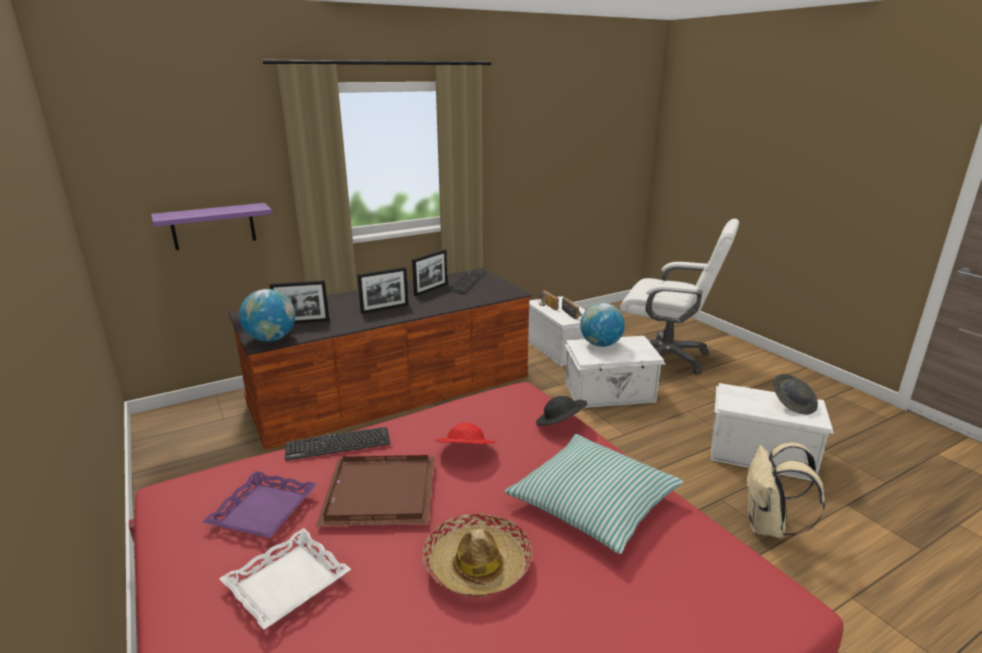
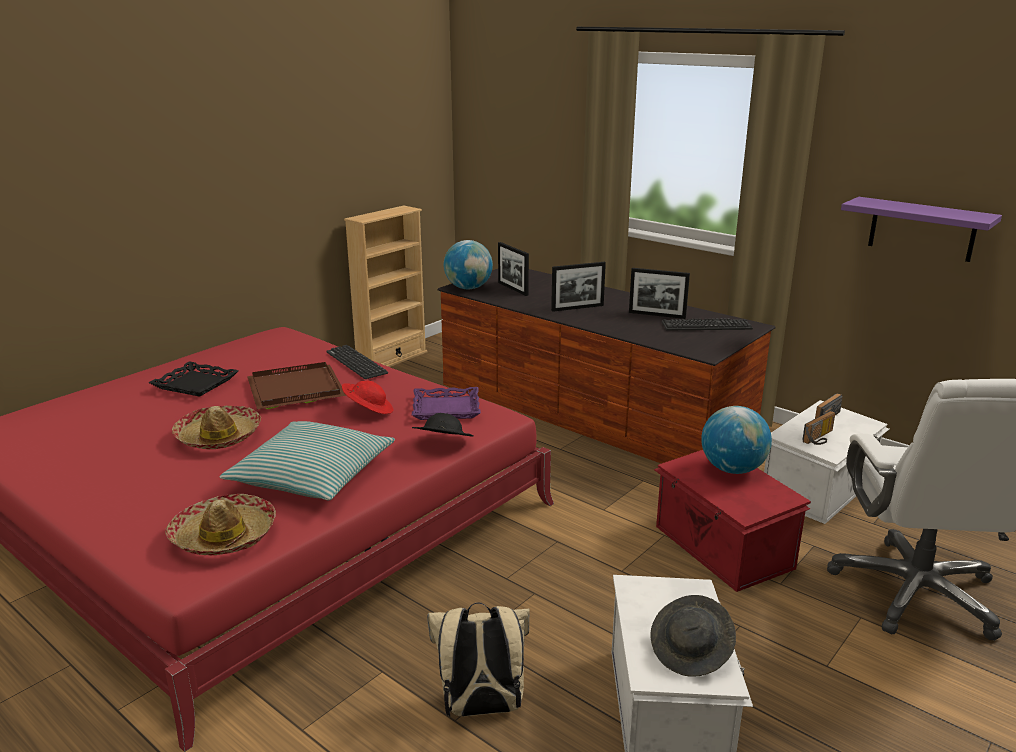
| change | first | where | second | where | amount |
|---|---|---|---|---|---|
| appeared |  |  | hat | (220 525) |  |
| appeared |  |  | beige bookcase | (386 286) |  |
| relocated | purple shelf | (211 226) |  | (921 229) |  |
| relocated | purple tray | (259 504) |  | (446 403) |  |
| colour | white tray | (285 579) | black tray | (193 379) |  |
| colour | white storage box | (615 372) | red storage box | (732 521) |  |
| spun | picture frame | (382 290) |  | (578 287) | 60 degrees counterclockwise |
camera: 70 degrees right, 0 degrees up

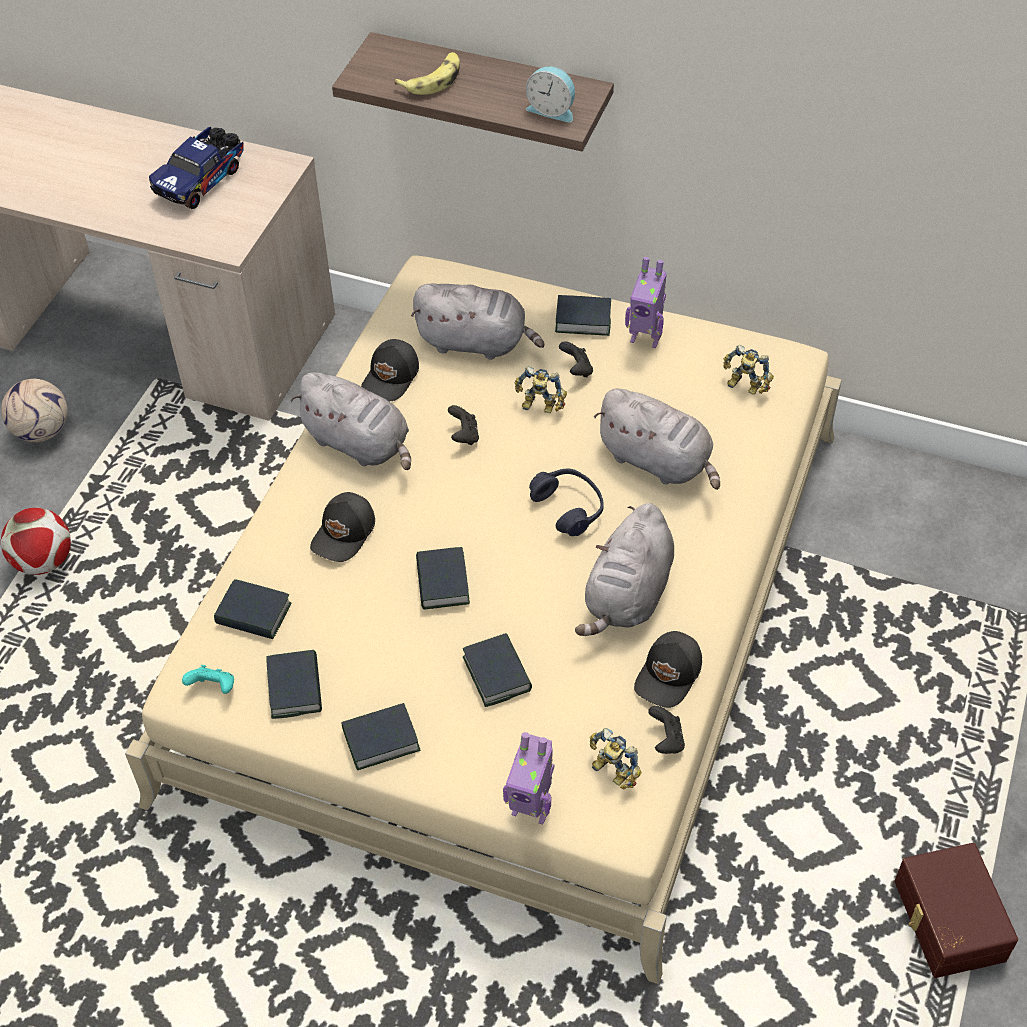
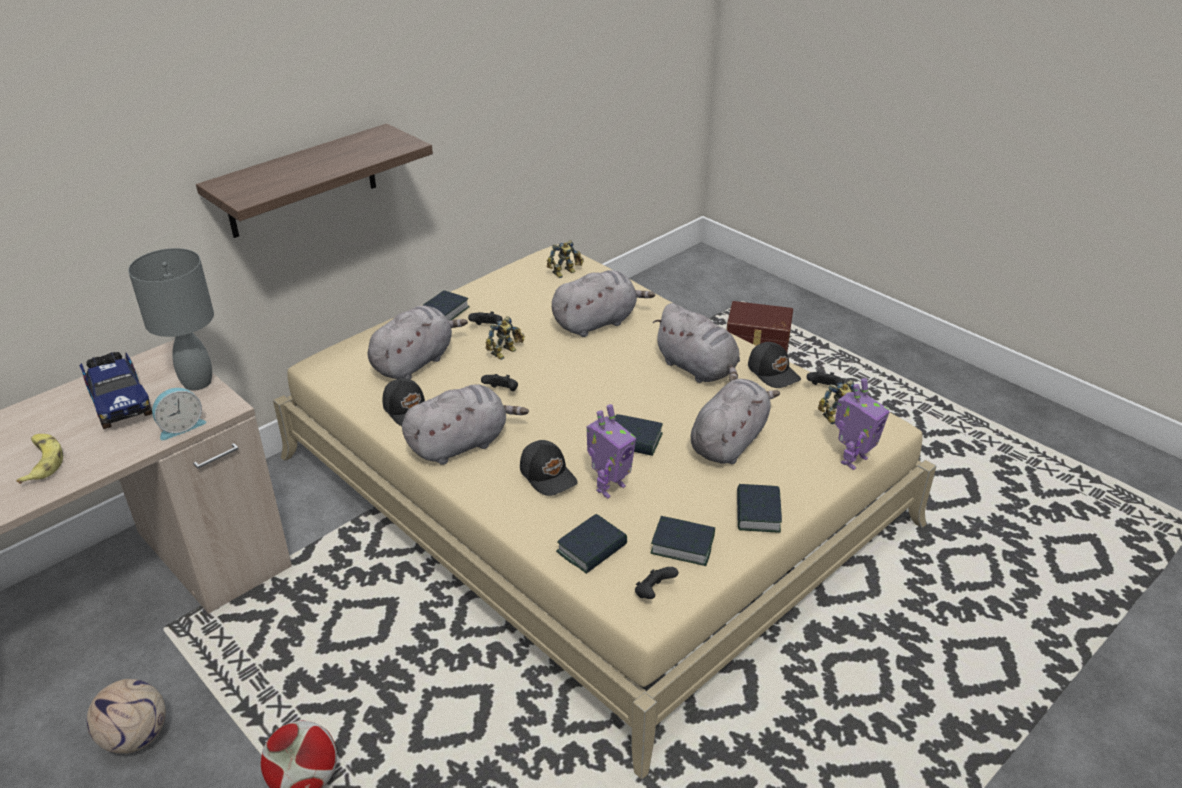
| change | first | where | second | where | amount |
|---|---|---|---|---|---|
| missing | blue headphones | (566 502) |  |  |  |
| appeared |  |  | grey table lamp | (171 319) |  |
| relocated | banana | (427 73) |  | (39 459) |  |
| relocated | alarm clock | (550 94) |  | (179 414) |  |
| relocated | toy robot | (645 302) |  | (611 451) |  |
| relocated | brown storage box | (956 910) |  | (760 326) |  |
| exchanged | book | (497 670) | grey plush toy | (735 421) |  |
| colour | turquoise game controller | (208 679) | black game controller | (656 583) |  |
camera: 65 degrees left, 15 degrees down

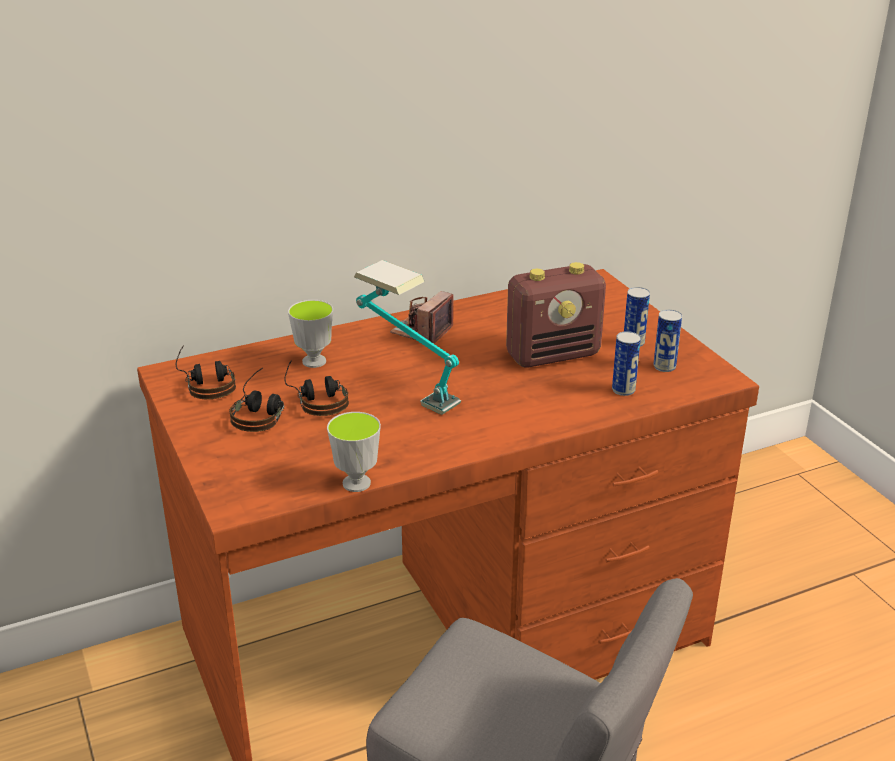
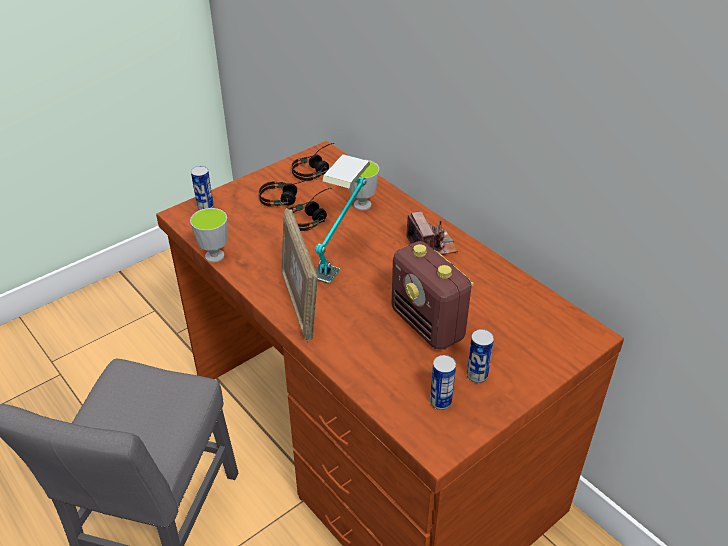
| change | first | where | second | where | amount |
|---|---|---|---|---|---|
| appeared |  |  | picture frame | (299 275) |  |
| relocated | can | (626 363) |  | (202 188) |  |
| spun | photo camera | (421 317) |  | (432 233) | 60 degrees clockwise |
camera: 75 degrees right, 10 degrees up

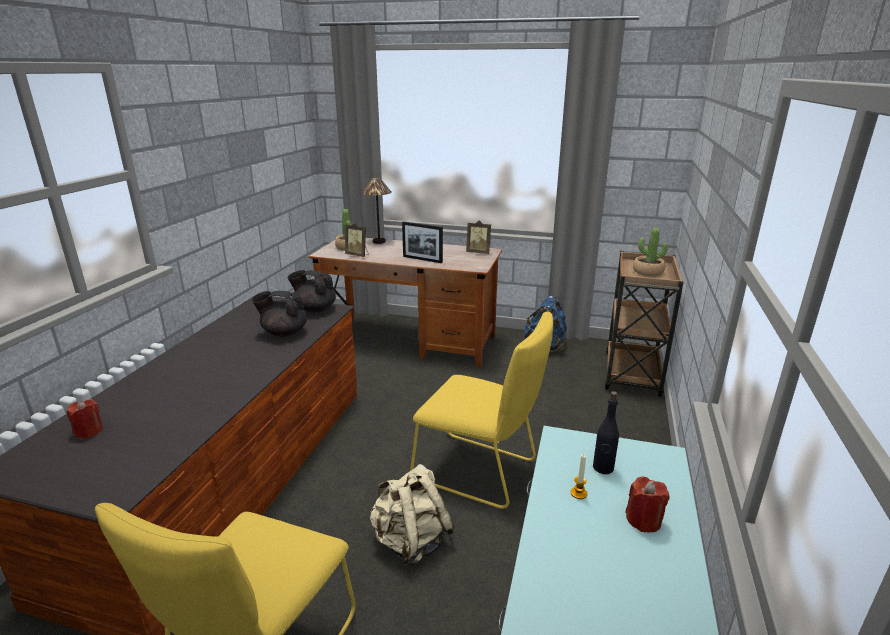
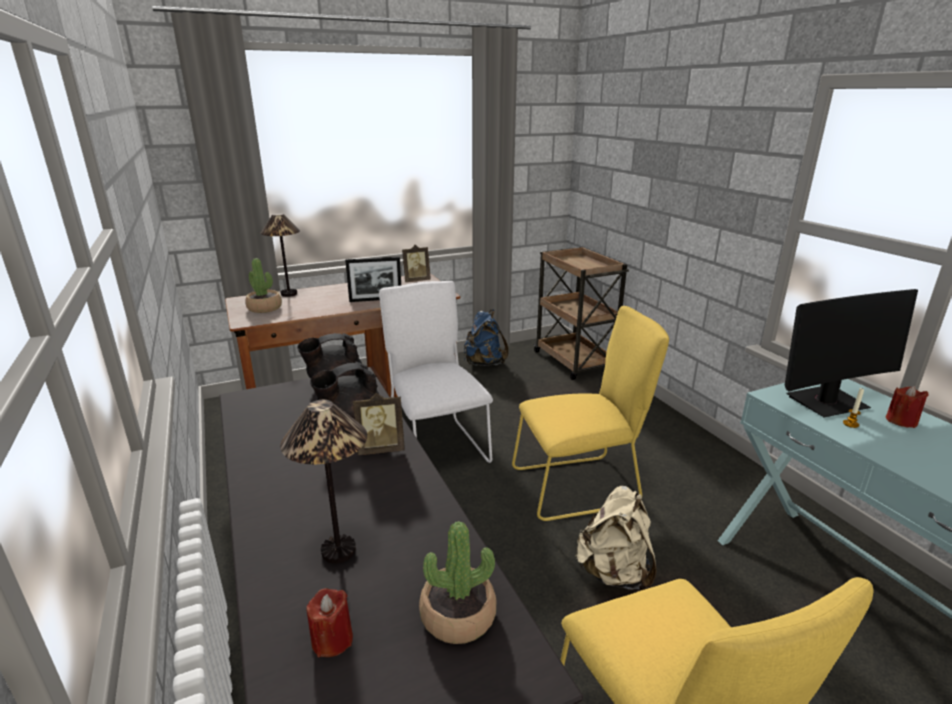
| change | first | where | second | where | amount |
|---|---|---|---|---|---|
| appeared |  |  | table lamp | (323 482) |  |
| appeared |  |  | white chair | (436 372) |  |
| relocated | picture frame | (357 240) |  | (379 424) |  |
| relocated | potted plant | (650 252) |  | (457 582) |  |
| exchanged | black bottle | (606 432) | monitor | (851 353) |  |
camera: 40 degrees left, 0 degrees up

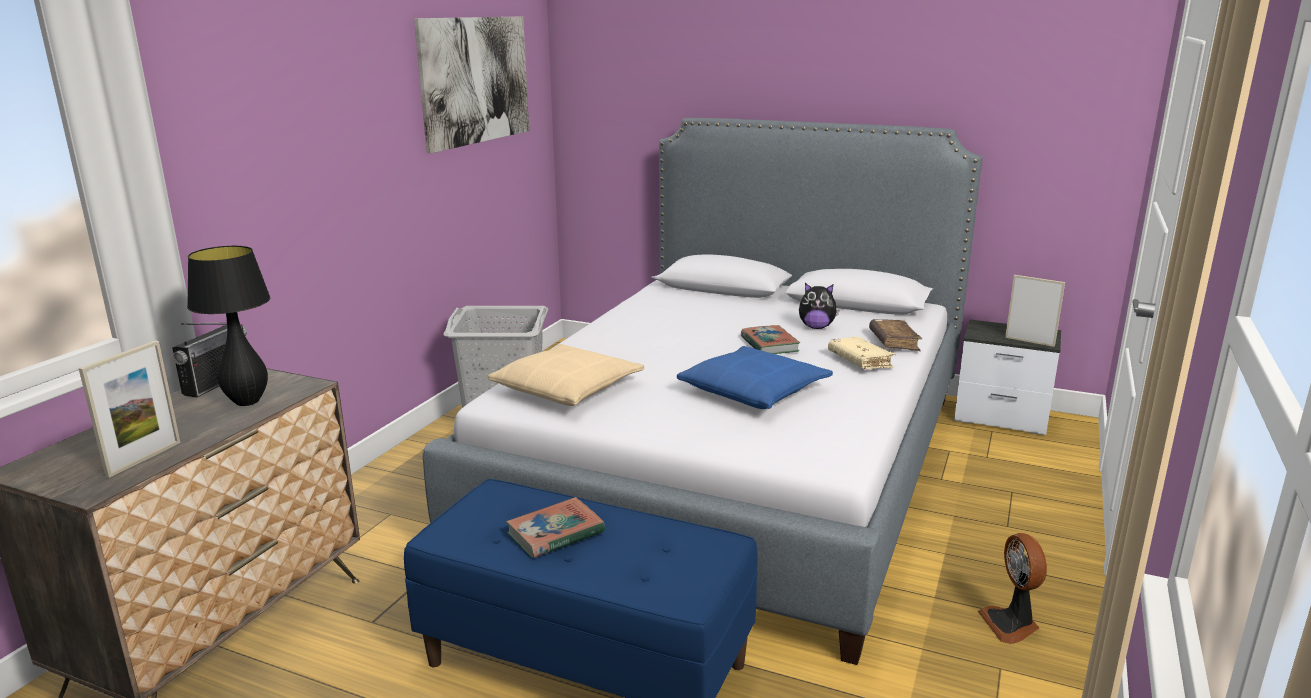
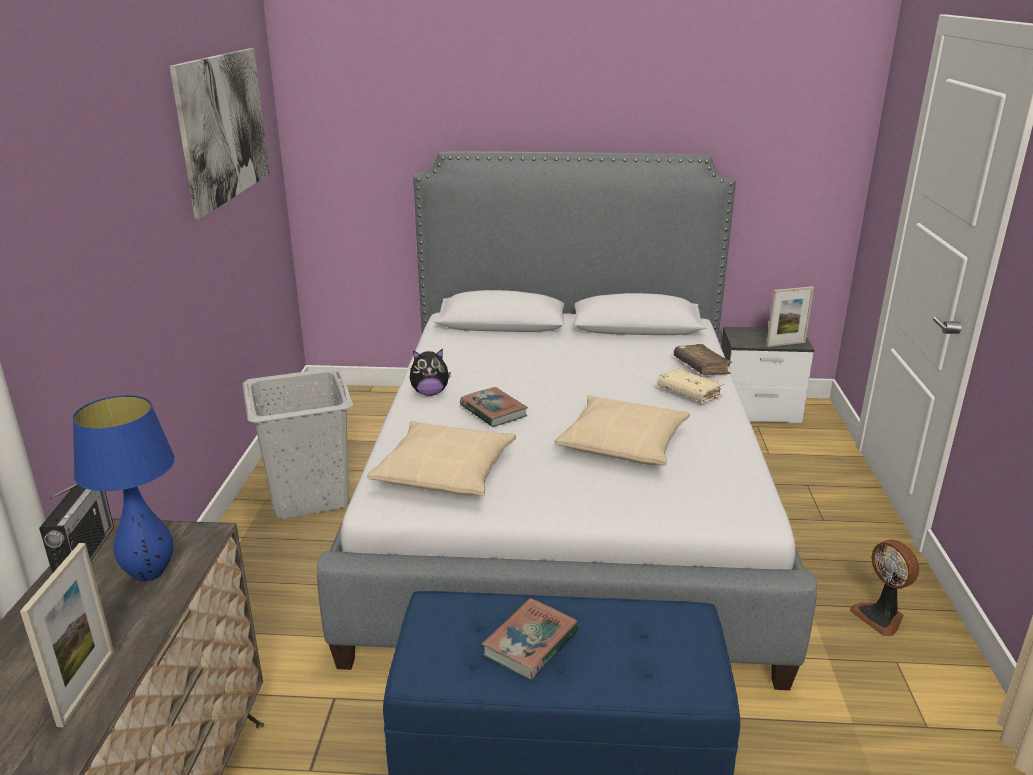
| change | first | where | second | where | amount |
|---|---|---|---|---|---|
| relocated | book | (770 339) |  | (494 407) |  |
| relocated | plush toy | (819 306) |  | (430 372) |  |
| colour | black table lamp | (229 326) | blue table lamp | (123 488) |  |
| colour | blue pillow | (755 377) | beige pillow | (622 430) |  |
| spun | picture frame | (1035 311) |  | (790 316) | 150 degrees clockwise |
camera: 20 degrees left, 5 degrees up

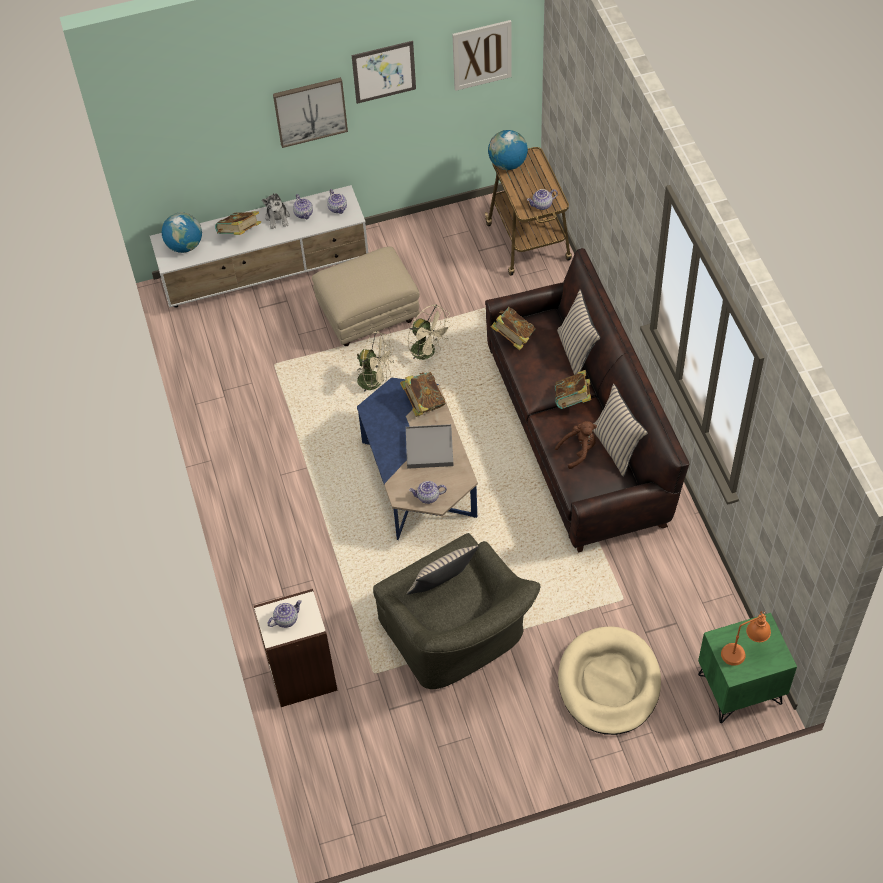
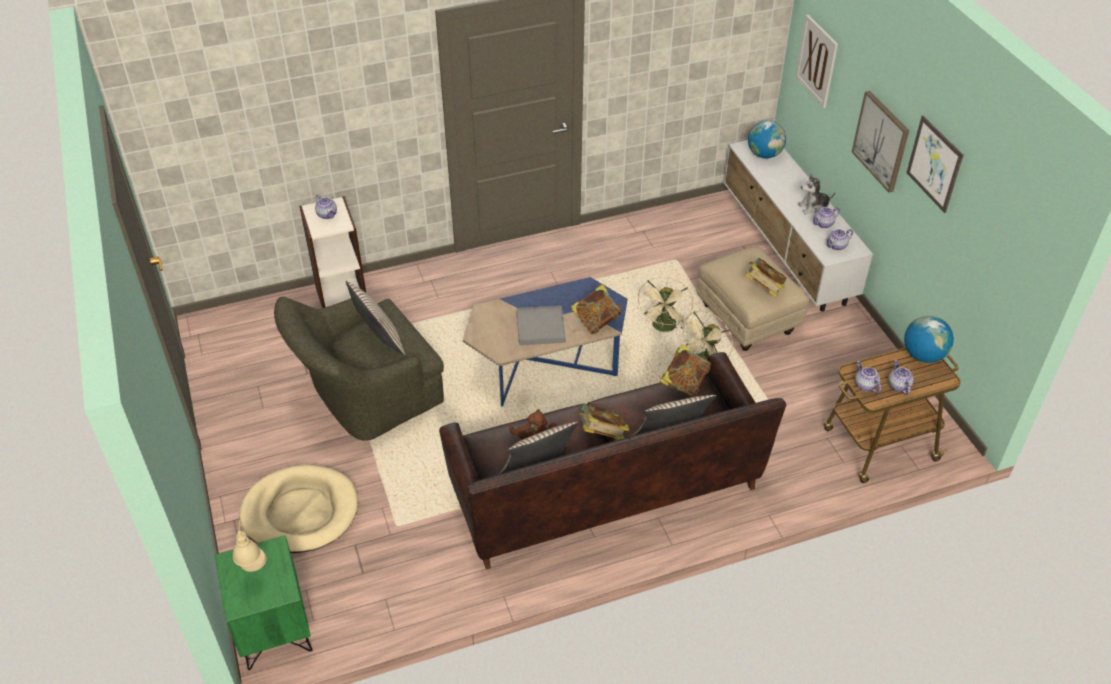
| change | first | where | second | where | amount |
|---|---|---|---|---|---|
| relocated | book | (238 223) |  | (766 277) |  |
| relocated | teapot | (428 492) |  | (901 377) |  |
| relocated | picture | (482 55) |  | (816 61) |  |
| colour | orange table lamp | (746 638) | beige table lamp | (250 546) |  |
camera: 85 degrees right, 10 degrees down

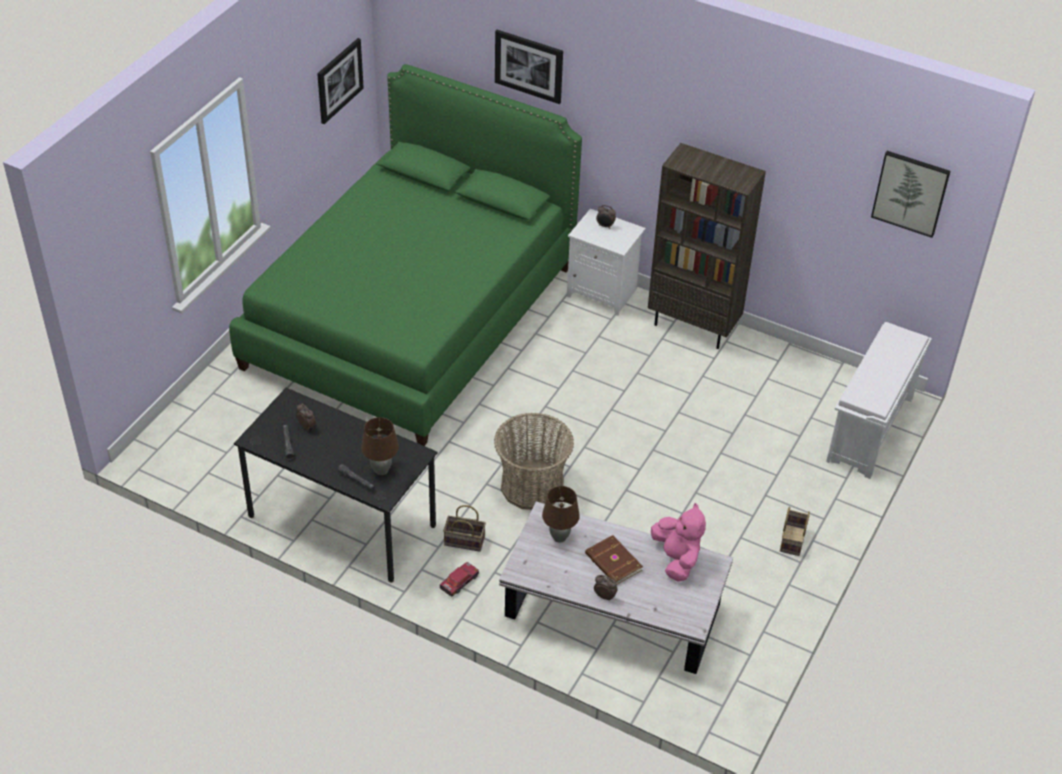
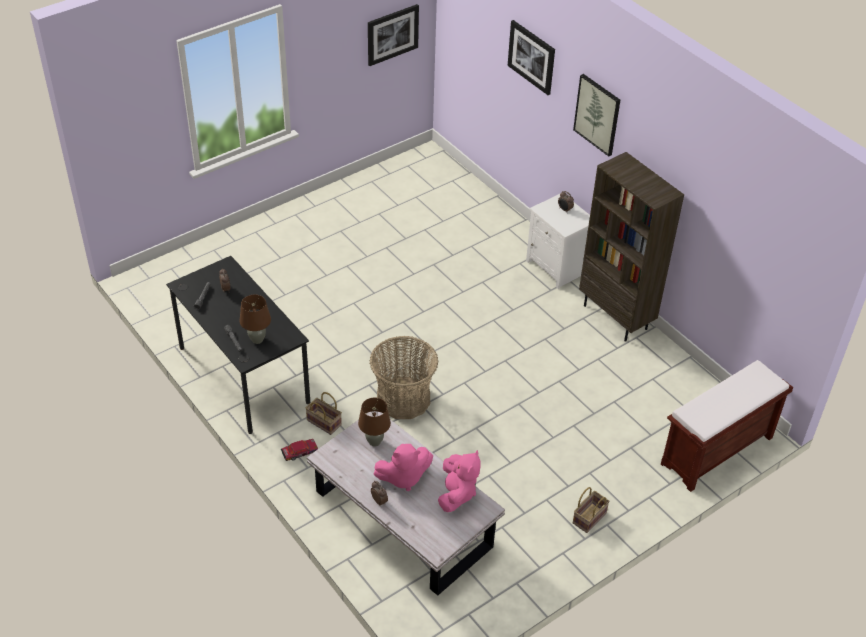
| change | first | where | second | where | amount |
|---|---|---|---|---|---|
| missing | green bed | (405 255) |  |  |  |
| relocated | picture | (911 194) |  | (596 115) |  |
| exchanged | brown book | (614 560) | pink plush toy | (403 467) |  |
| colour | white bench | (879 400) | brown bench | (727 426) |  |
camera: 25 degrees right, 0 degrees up

